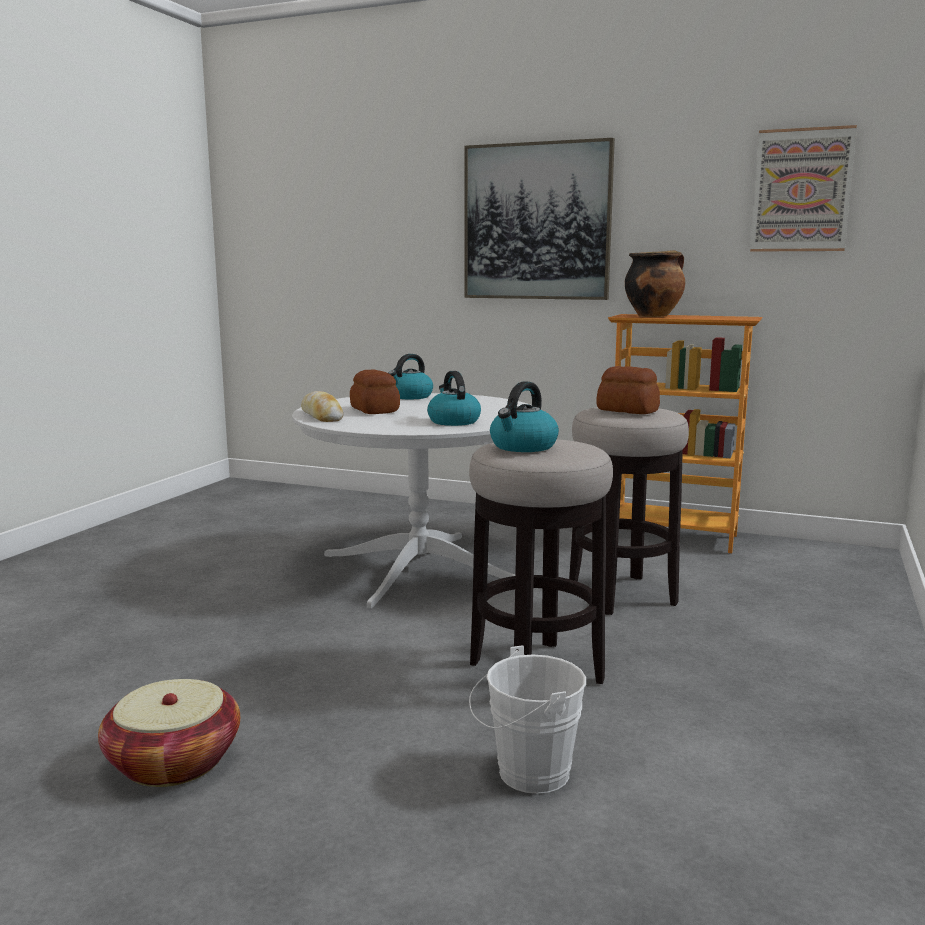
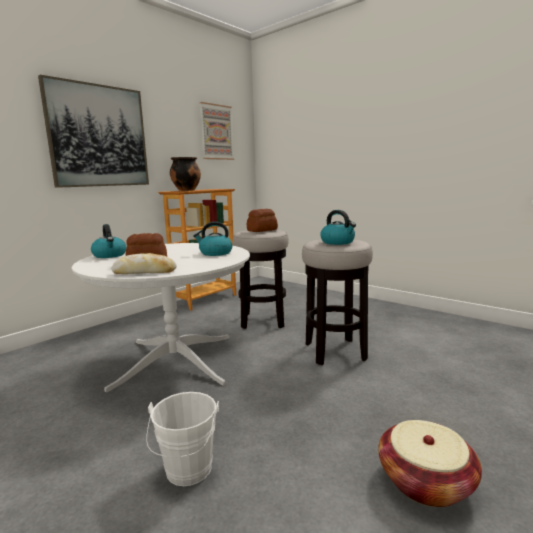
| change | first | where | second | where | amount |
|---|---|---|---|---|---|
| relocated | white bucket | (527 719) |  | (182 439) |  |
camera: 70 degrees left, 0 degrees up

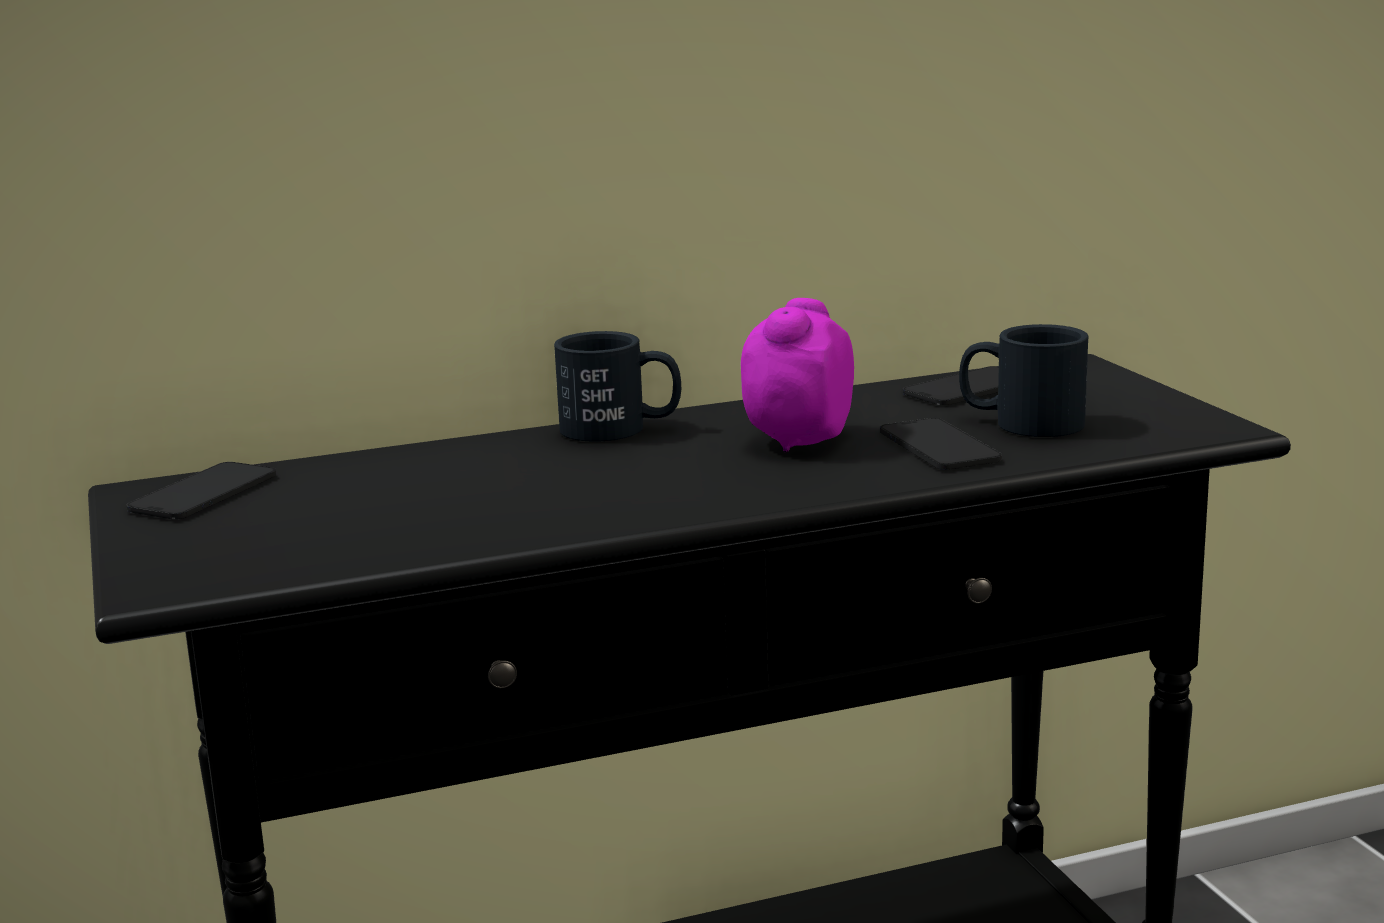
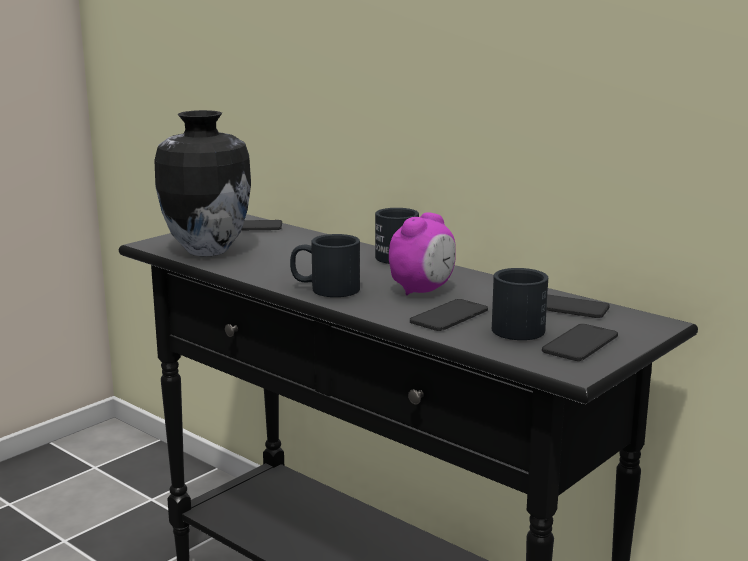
| change | first | where | second | where | amount |
|---|---|---|---|---|---|
| appeared |  |  | vase | (202 183) |  |
| appeared |  |  | black mug | (325 265) |  |
| appeared |  |  | phone | (580 342) |  |
| spun | alarm clock | (797 375) |  | (422 254) | 135 degrees clockwise |
camera: 60 degrees right, 0 degrees up

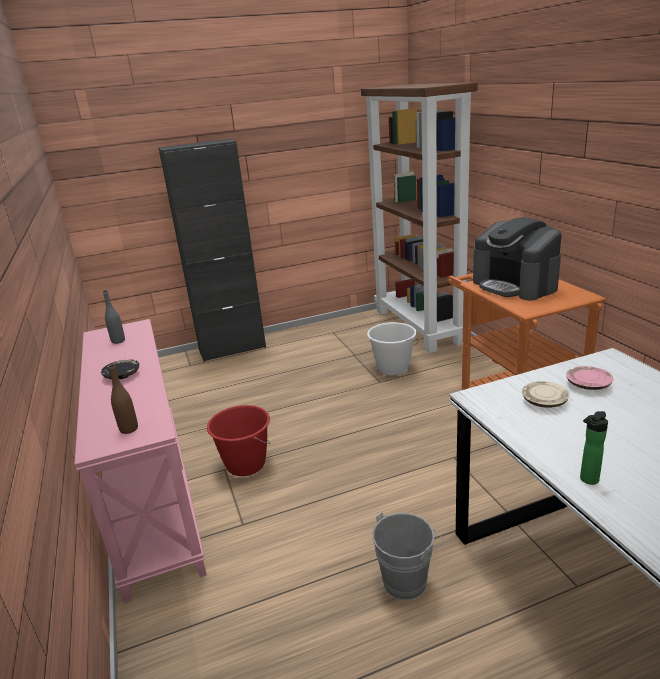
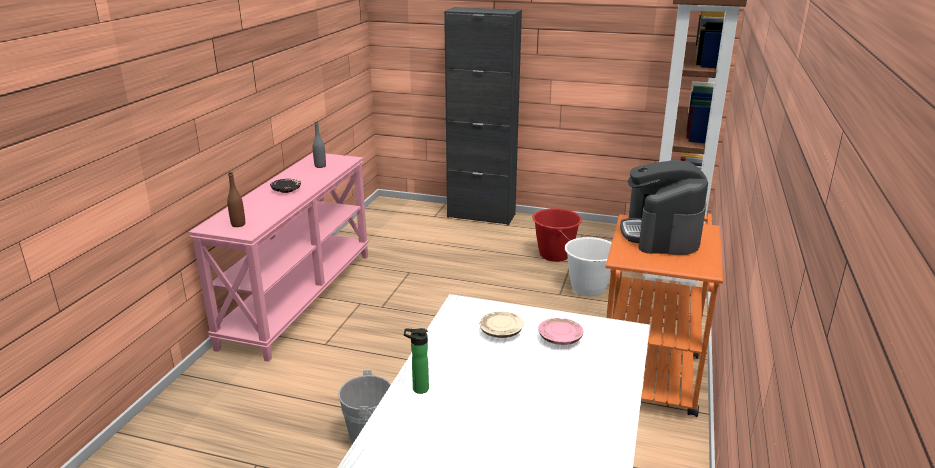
| change | first | where | second | where | amount |
|---|---|---|---|---|---|
| relocated | red bucket | (238 440) |  | (557 235) |  |
camera: 35 degrees right, 0 degrees up

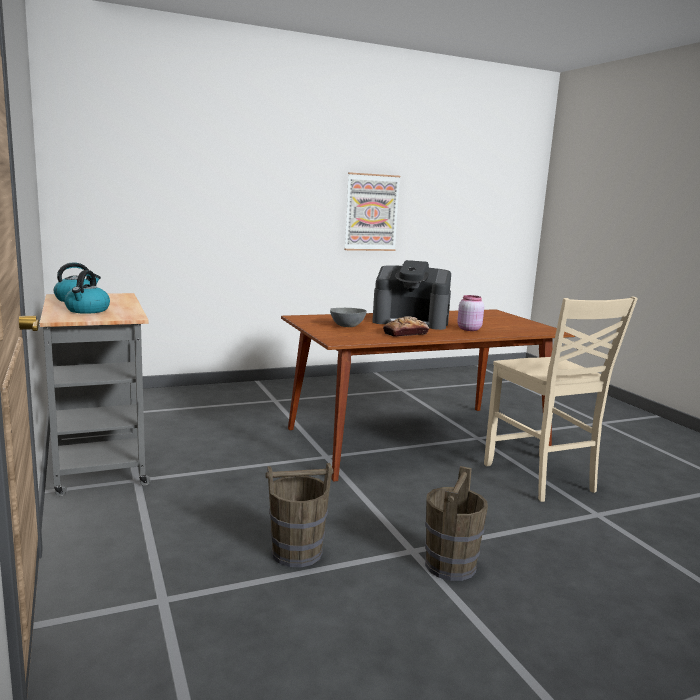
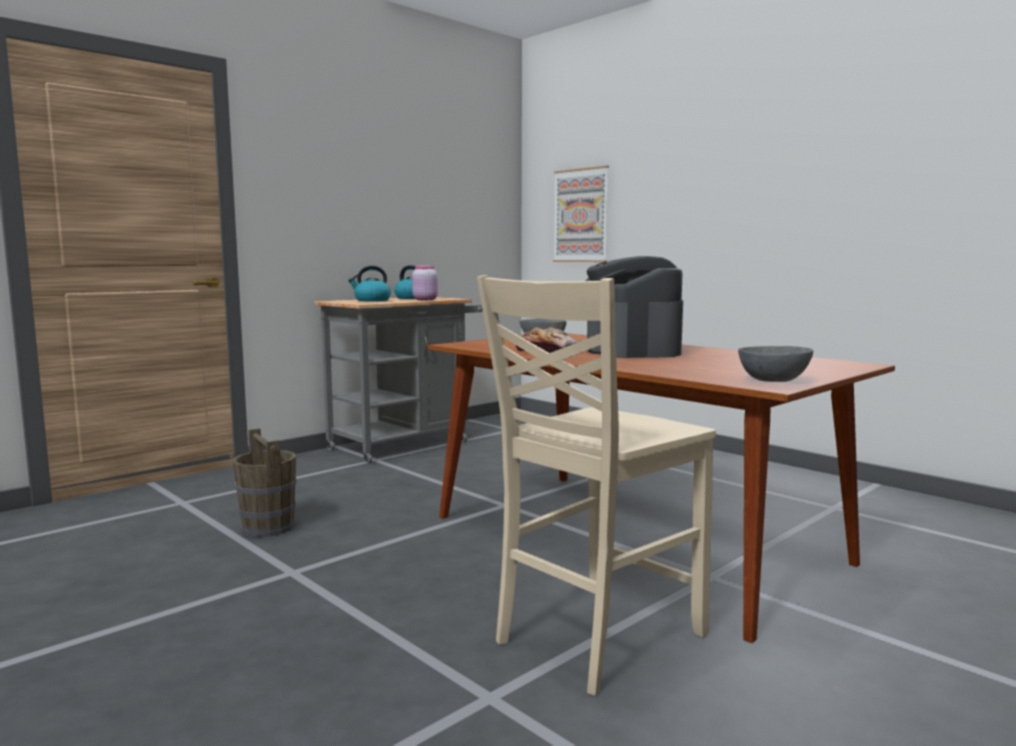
| change | first | where | second | where | amount |
|---|---|---|---|---|---|
| missing | brown bucket | (456 523) |  |  |  |
| appeared |  |  | grey bowl | (775 364) |  |
| relocated | picture | (372 211) |  | (581 213) |  |
| relocated | pink jar | (470 313) |  | (425 282) |  |
camera: 70 degrees right, 5 degrees down

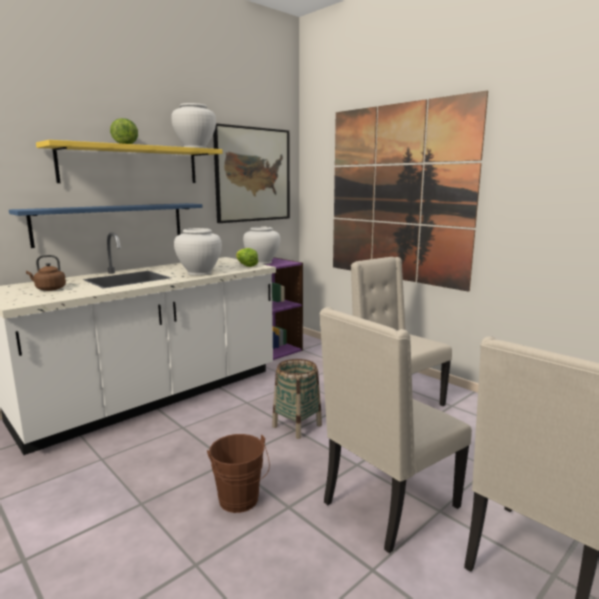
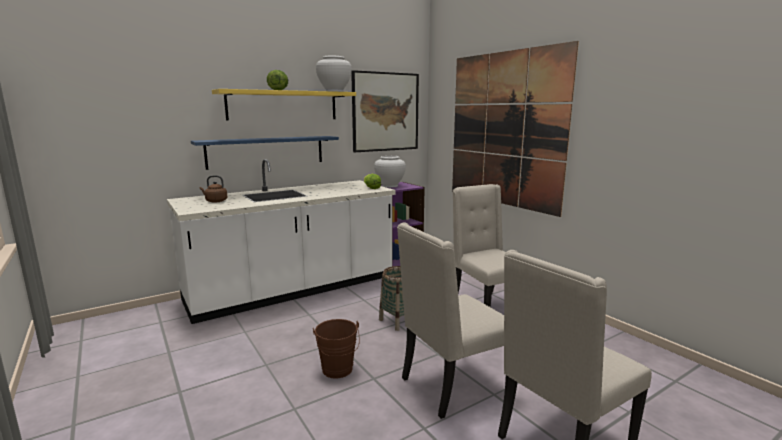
| change | first | where | second | where | amount |
|---|---|---|---|---|---|
| missing | white vase | (198 252) |  |  |  |
camera: 10 degrees right, 0 degrees up

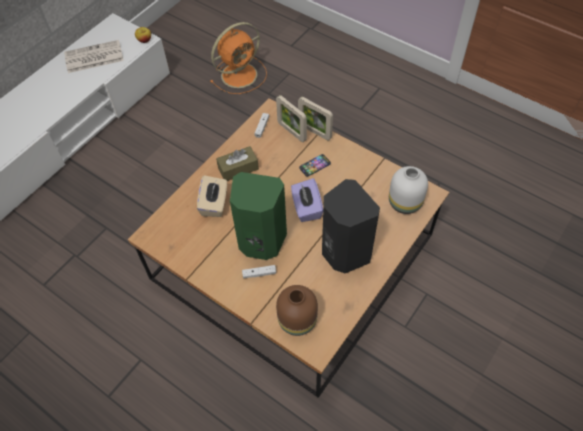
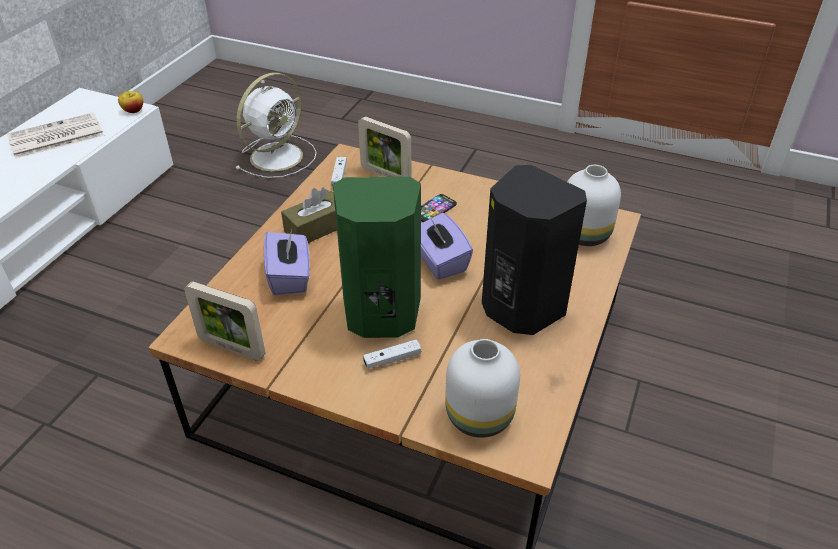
| change | first | where | second | where | amount |
|---|---|---|---|---|---|
| relocated | picture frame | (315 119) |  | (224 321) |  |
| colour | beige tissue box | (212 196) | purple tissue box | (287 262) |  |
| colour | orange fan | (238 58) | white fan | (276 125) |  |
| colour | brown vase | (297 310) | white vase | (482 388) |  |
camera: 15 degrees left, 15 degrees down

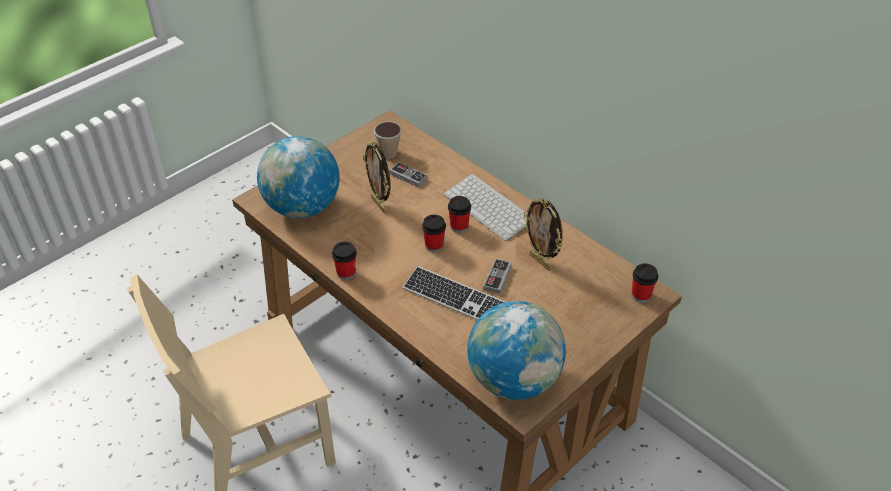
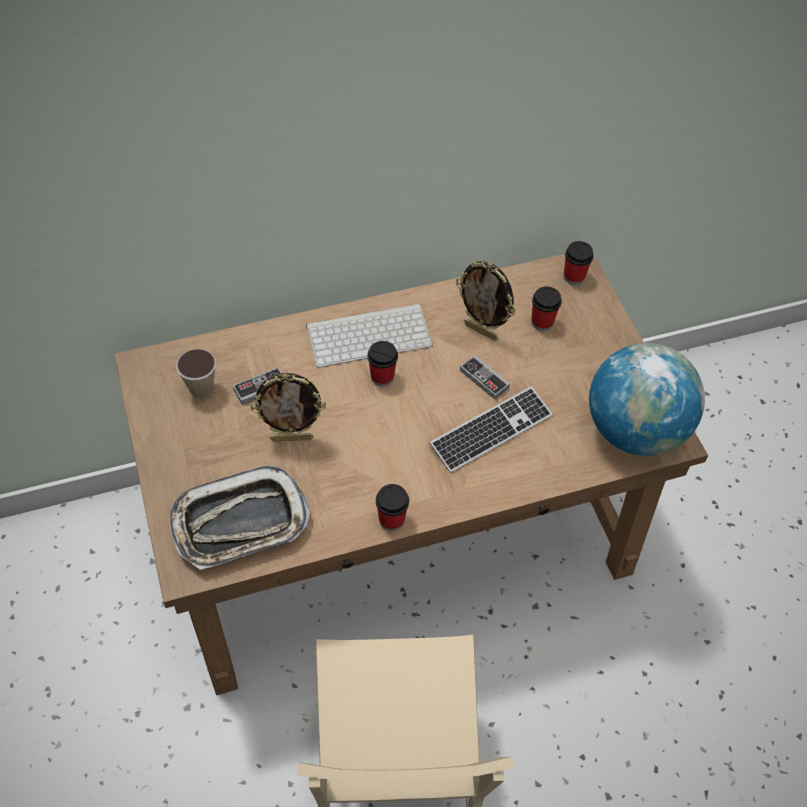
| change | first | where | second | where | amount |
|---|---|---|---|---|---|
| relocated | cup | (434 233) |  | (546 308) |  |
| exchanged | globe | (298 177) | tray | (240 517) |  |
| spun | picture frame | (543 234) |  | (486 301) | 45 degrees clockwise |
camera: 65 degrees left, 10 degrees up

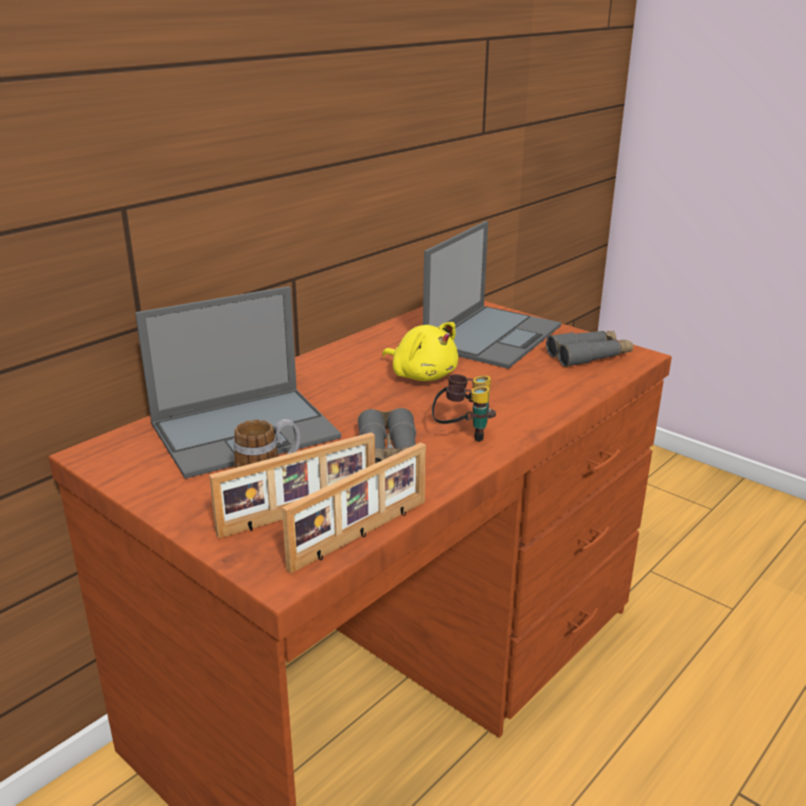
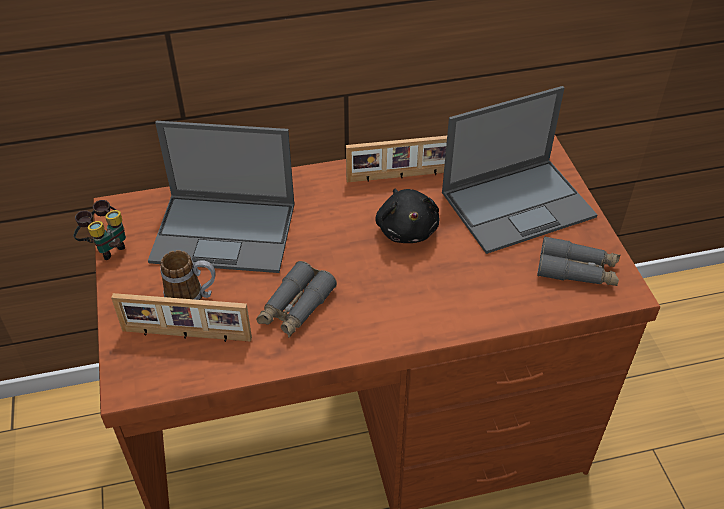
| change | first | where | second | where | amount |
|---|---|---|---|---|---|
| relocated | picture frame | (354 507) |  | (396 159) |  |
| relocated | binoculars | (464 408) |  | (99 230) |  |
| colour | yellow plush toy | (420 351) | black plush toy | (407 215) |  |
camera: 35 degrees right, 20 degrees up

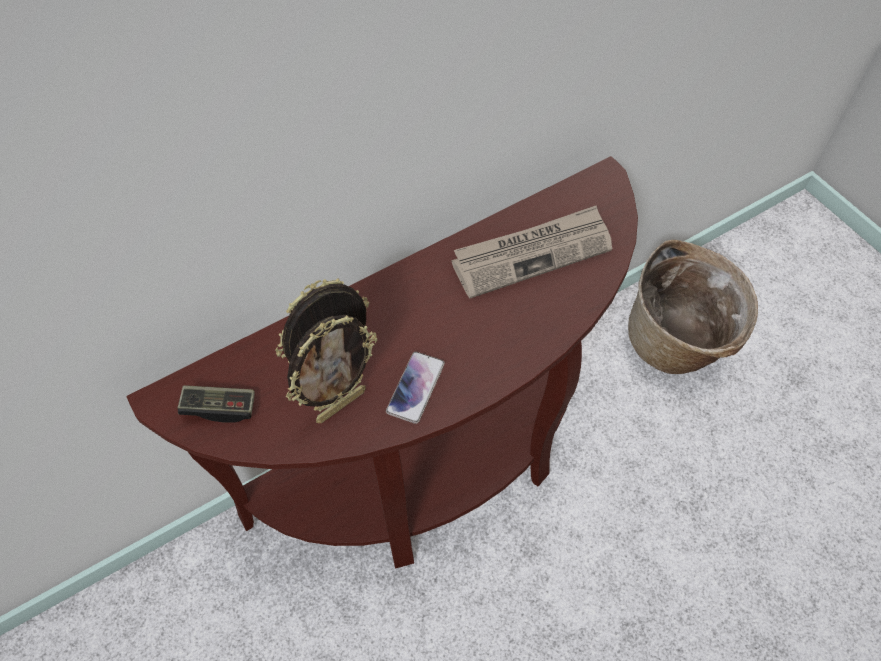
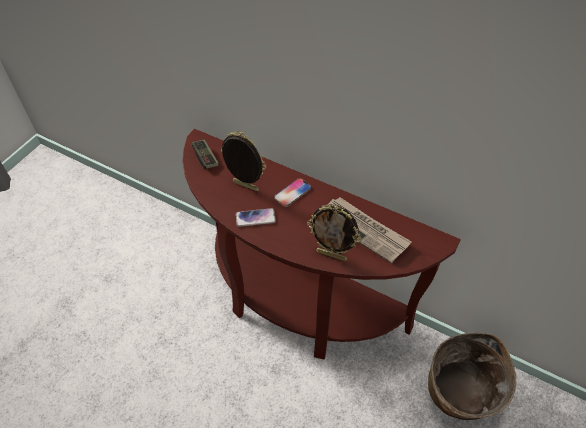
| change | first | where | second | where | amount |
|---|---|---|---|---|---|
| appeared |  |  | phone | (292 192) |  |
| relocated | picture frame | (331 369) |  | (334 232) |  |
camera: 60 degrees right, 5 degrees down

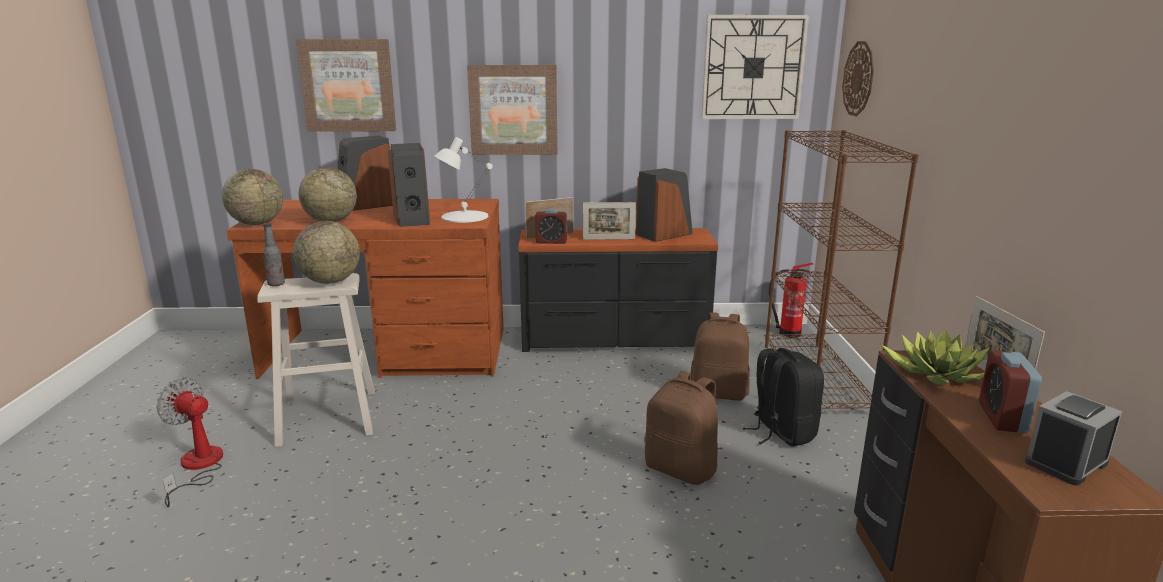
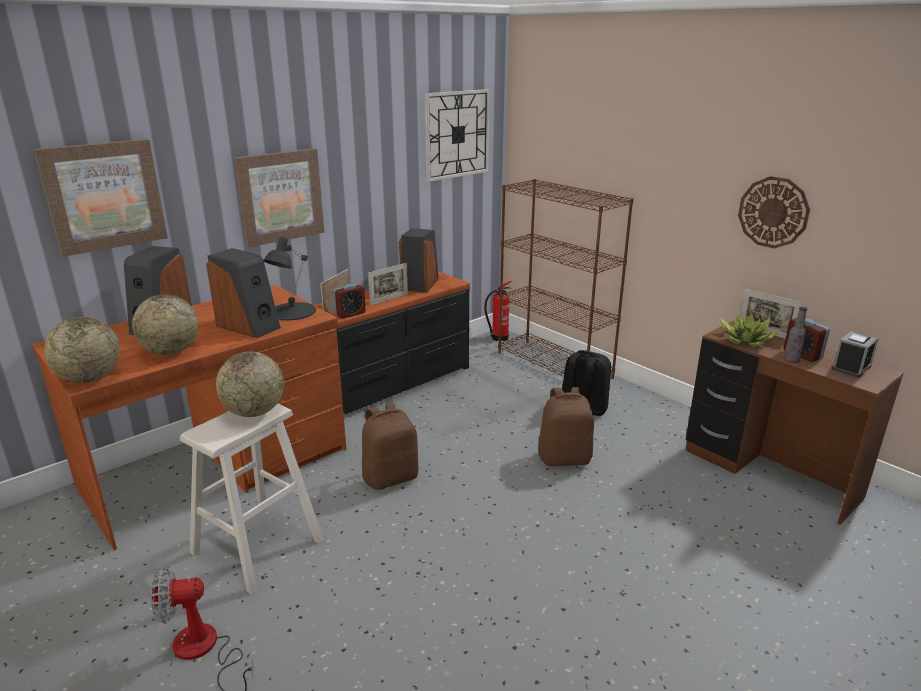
| change | first | where | second | where | amount |
|---|---|---|---|---|---|
| relocated | bottle | (274 254) |  | (795 335) |  |
| relocated | brown backpack | (720 356) |  | (390 446) |  |
| relocated | wall clock | (858 78) |  | (774 212) |  |
| colour | white table lamp | (463 180) | black table lamp | (289 278) |  |
| spun | alarm clock | (1073 438) |  | (855 354) | 150 degrees counterclockwise |
camera: 40 degrees left, 5 degrees up

